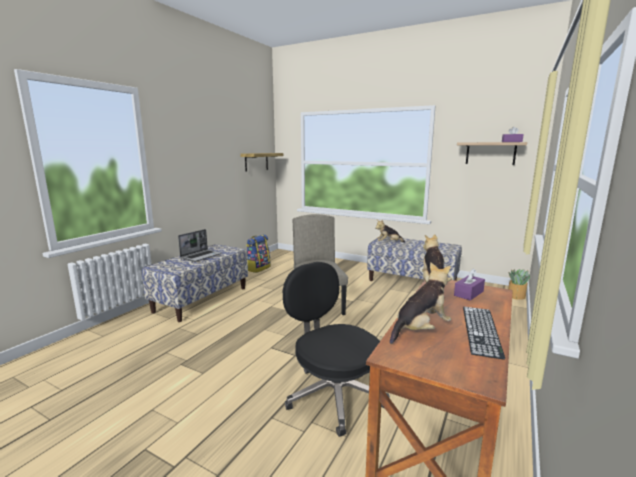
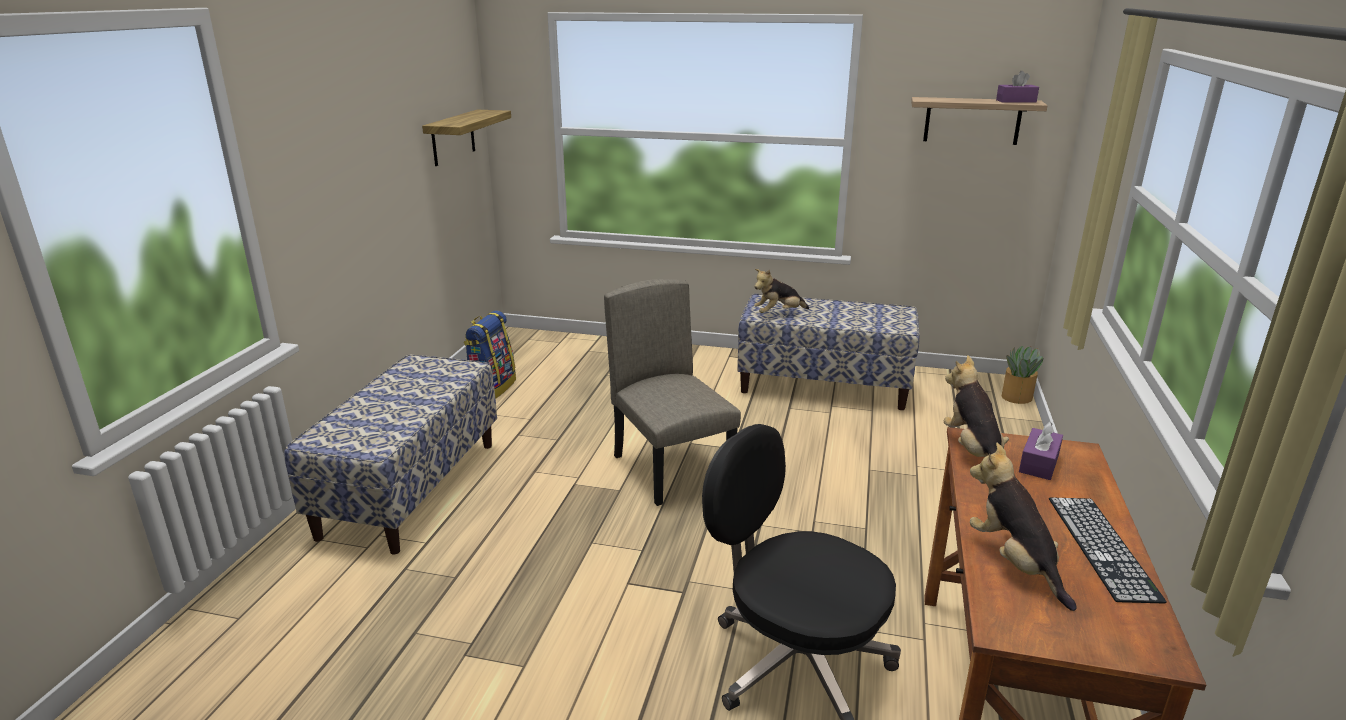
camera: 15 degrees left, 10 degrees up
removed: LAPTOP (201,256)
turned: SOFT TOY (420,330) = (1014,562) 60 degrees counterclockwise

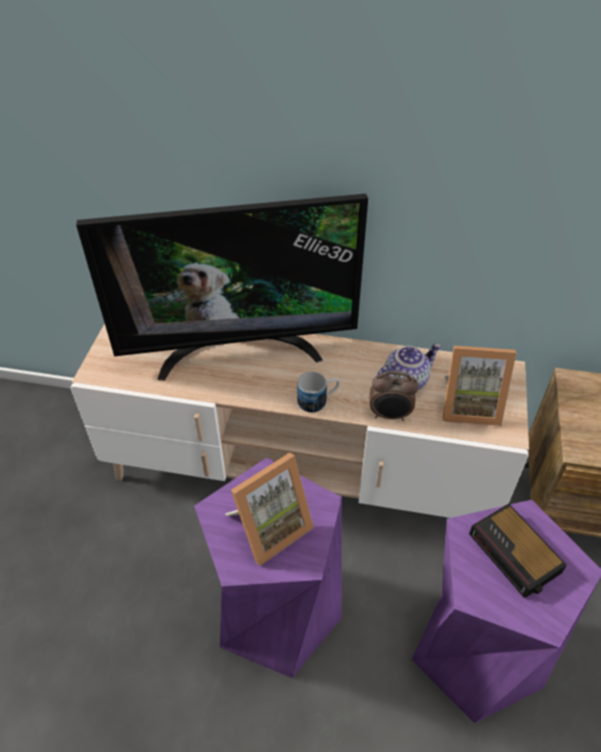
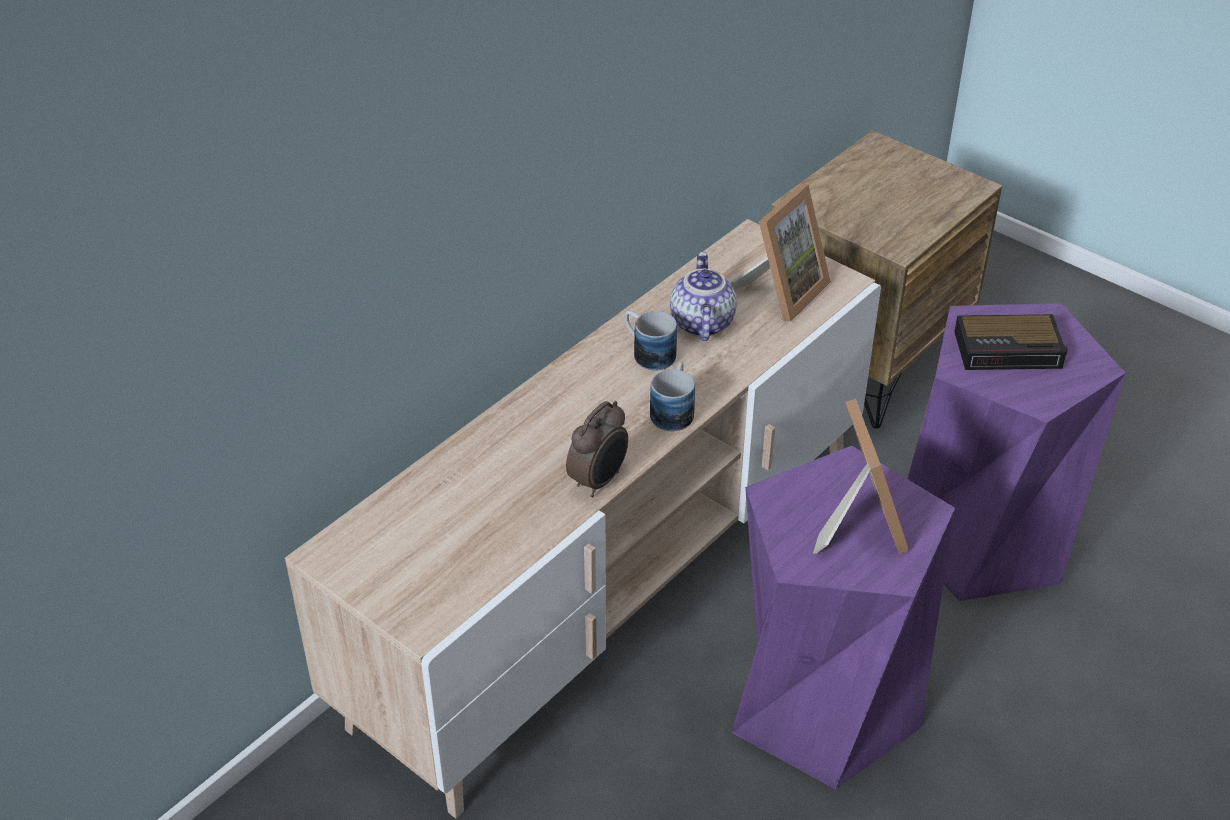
camera: 60 degrees left, 5 degrees down
removed: TELEVISION (238,349)
added: MUG (647,353)
moved: TABLE CLOCK (390,415) to (599,481)

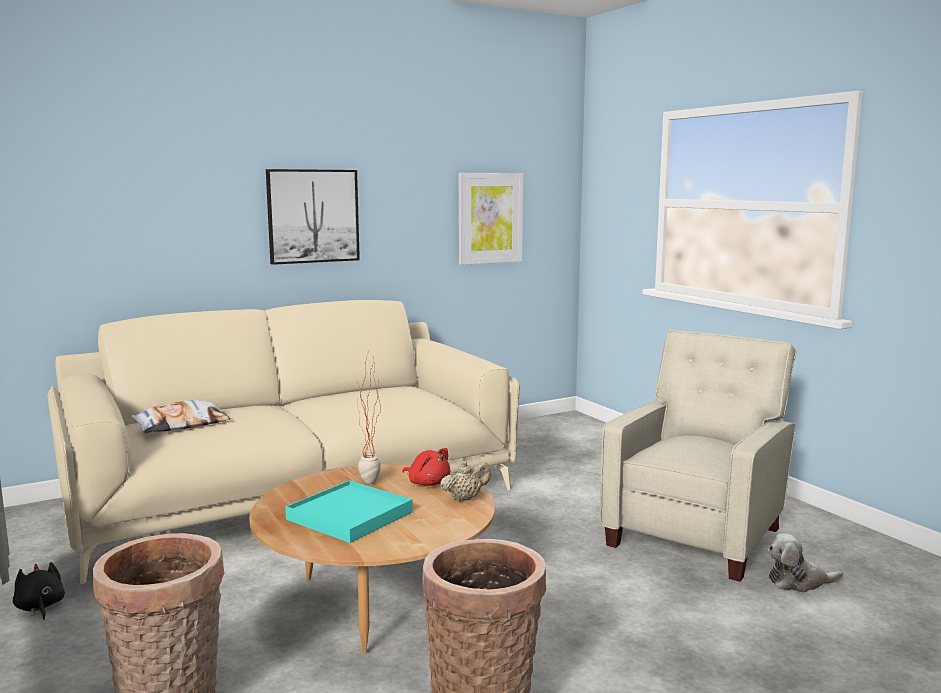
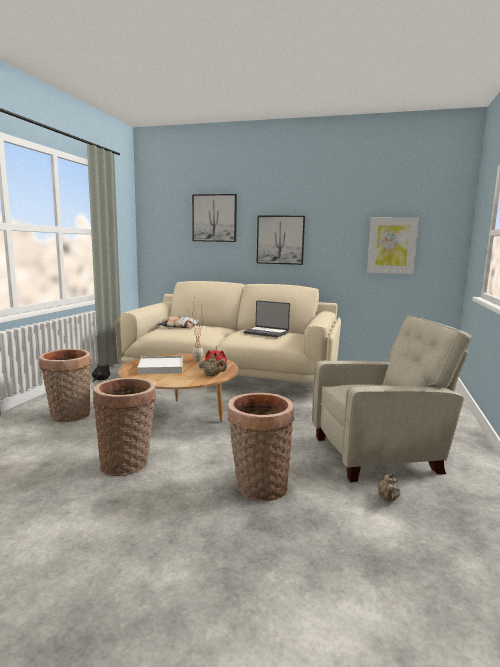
camera: 45 degrees right, 0 degrees up
added: WALL PICTURE (214,218); LAPTOP (266,333); STORAGE BASKET (258,488)
replaced: SOFT TOY (798,582) to SAND-COLOURED TEAPOT (388,499)
recoloured: BLUE-GREEN TRAY (349,516) to WHITE-COLOURED TRAY (161,367)

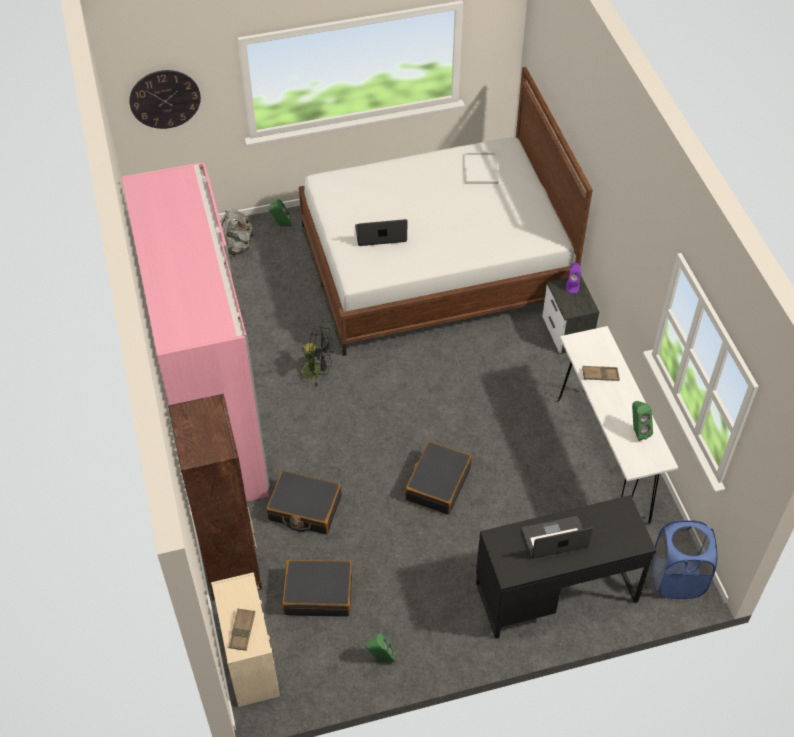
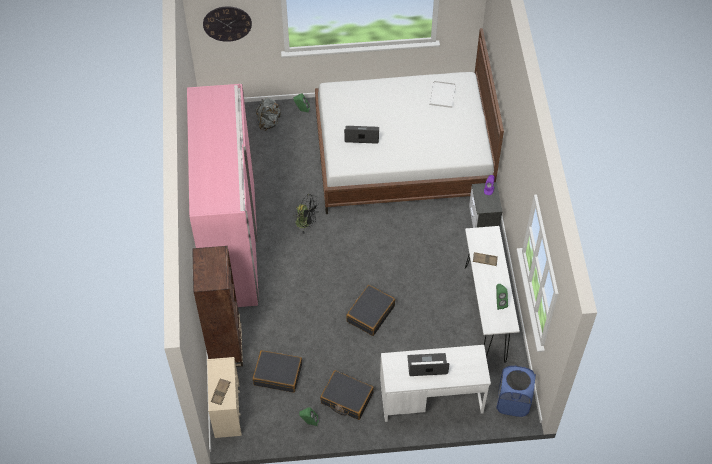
camera: 10 degrees right, 5 degrees up
moved: BLACK PIECE OF LUGGAGE (304,508) to (346,398)
recoloured: BLACK DESK UNIT (556,592) to WHITE-COLOURED DESK UNIT (431,398)

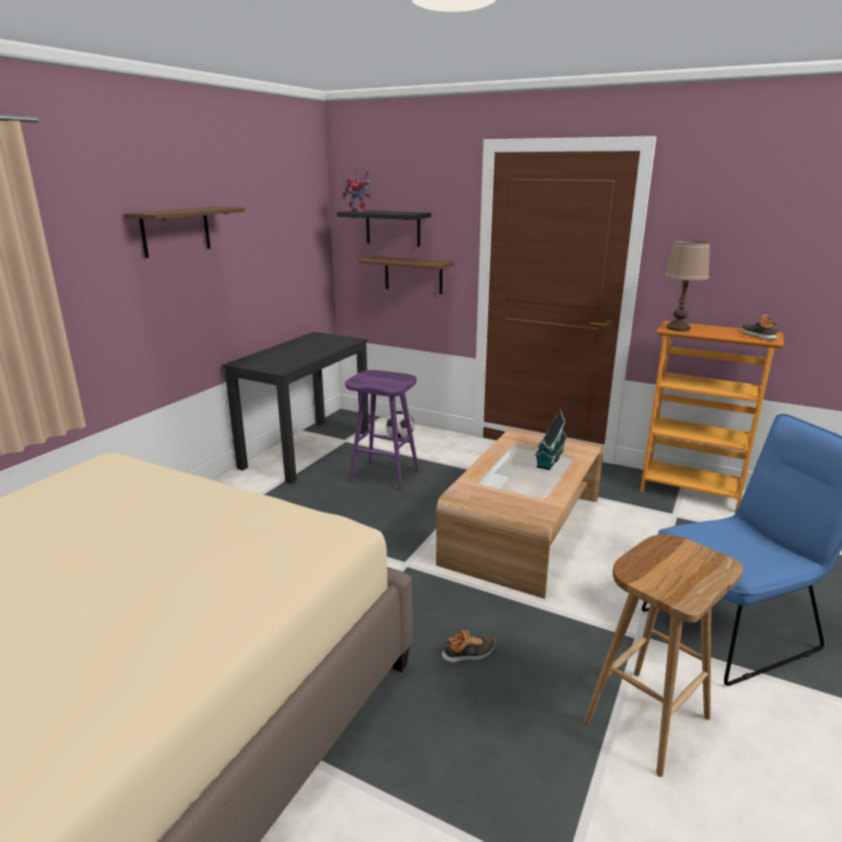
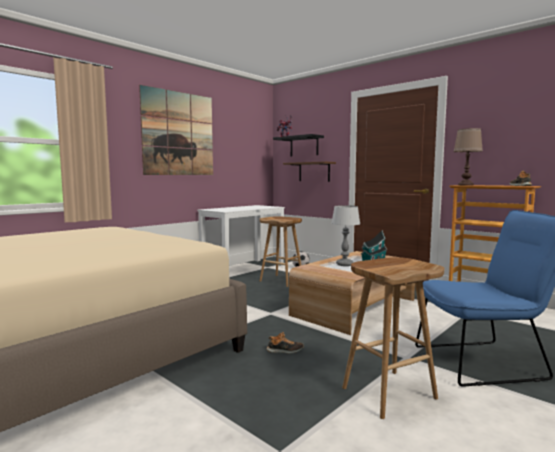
camera: 15 degrees right, 15 degrees down
added: LAMP FOR A TABLE (344,264)
replaced: BROWN SHELF (176,231) to WALL PICTURE (178,134)
recoloured: BLACK DESK UNIT (307,449) to WHITE-COLOURED DESK UNIT (243,268); PURPLISH STOOL SEAT (385,475) to BROWN STOOL SEAT (282,280)

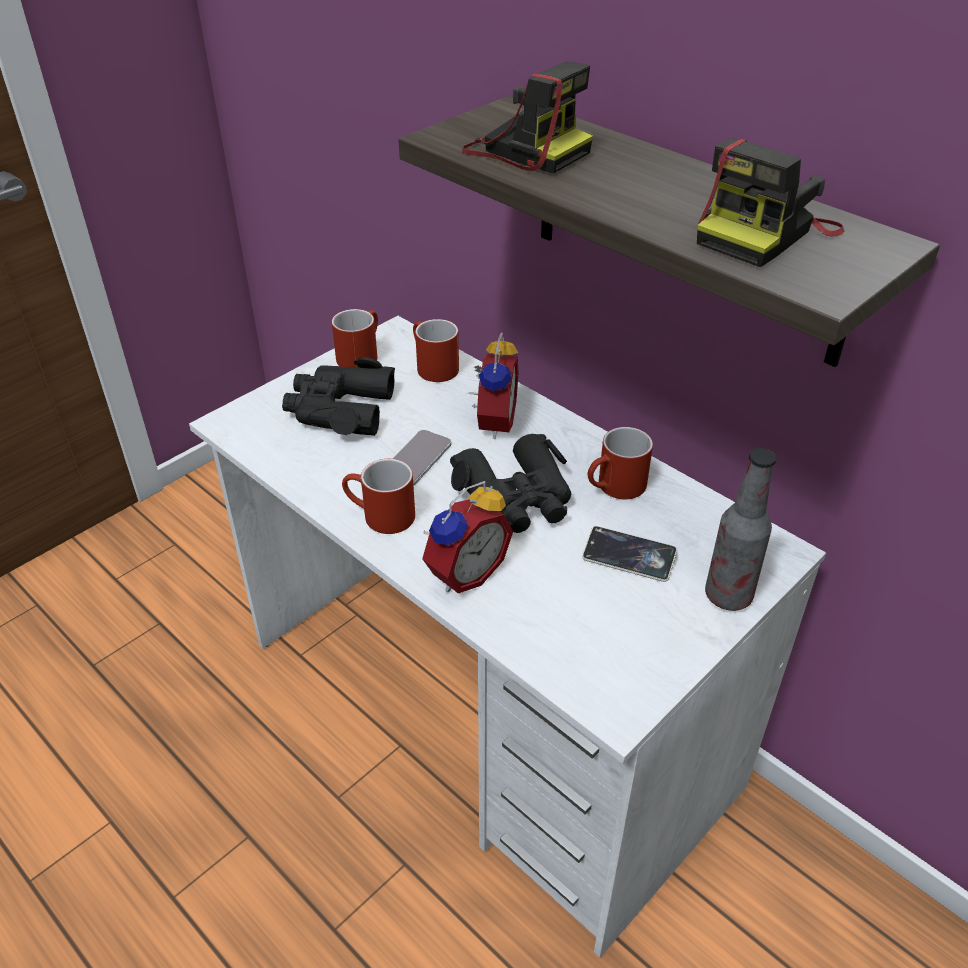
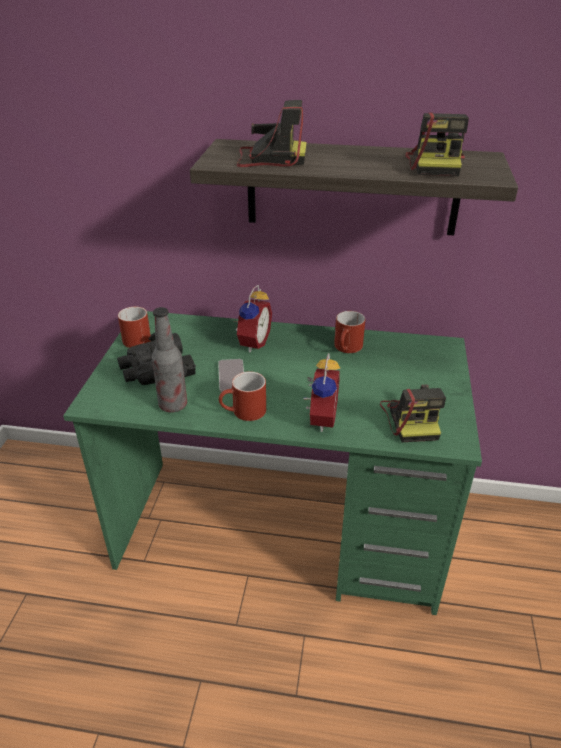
camera: 35 degrees left, 5 degrees down
removed: RED-COLOURED MUG (431,367); BLACK BINOCULARS (517,497); TELEPHONE (628,558)
added: STILL CAMERA (412,418)
moved: BOTTLE (728,596) to (173,405)
recoloured: WHITE-COLOURED DESK UNIT (487,714) to GREENISH DESK UNIT (281,532)
turned: TABLE CLOCK (492,422) = (252,343) 45 degrees clockwise

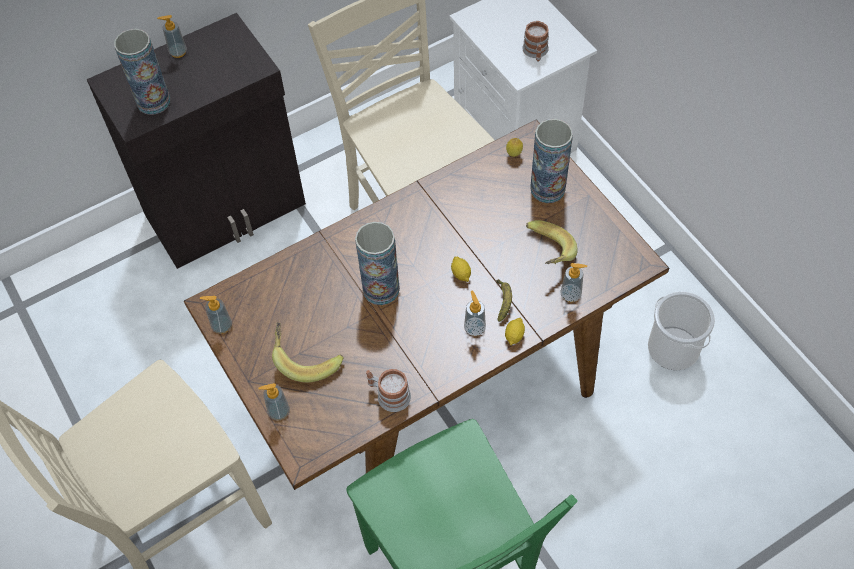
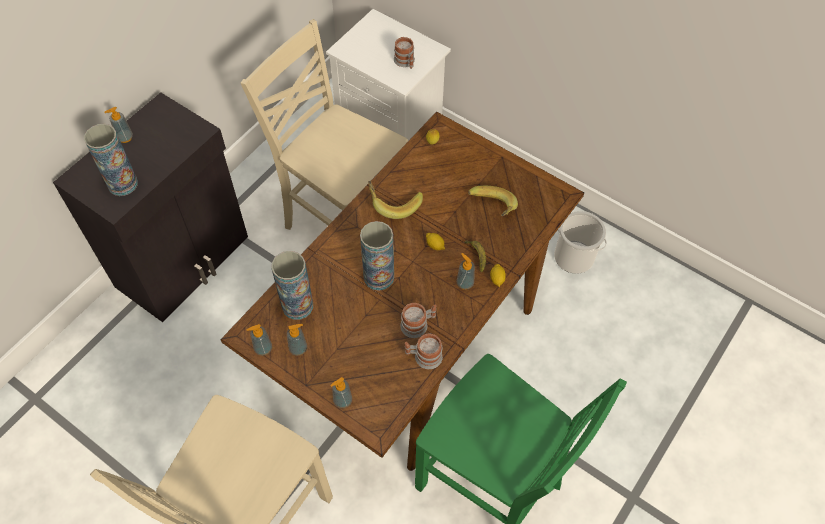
camera: 25 degrees left, 0 degrees up
added: MUG (418,324)
moved: FLOWER VASE (547,189) to (297,306); SOAP BOTTLE (570,295) to (298,348); WHOLE BANANA (306,358) to (394,203)

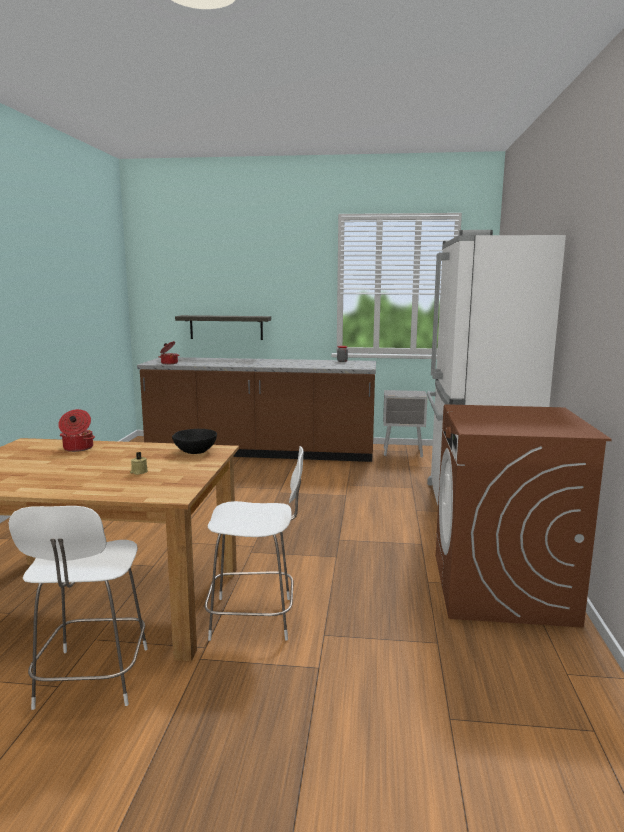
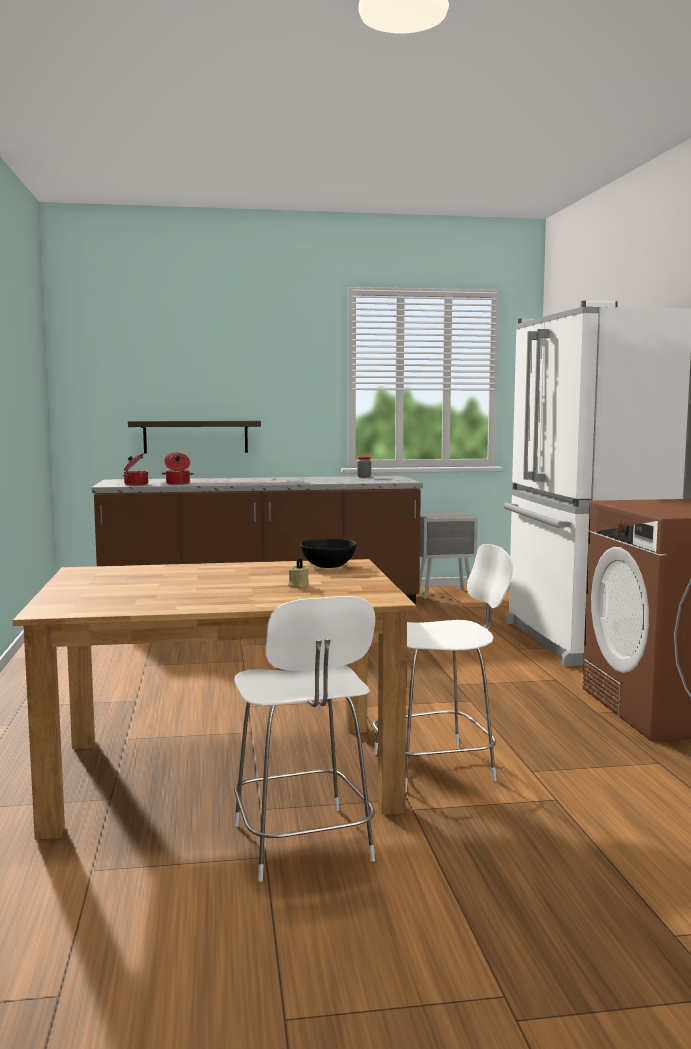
camera: 15 degrees left, 5 degrees down
moved: STOCKPOT (77,448) to (177,484)

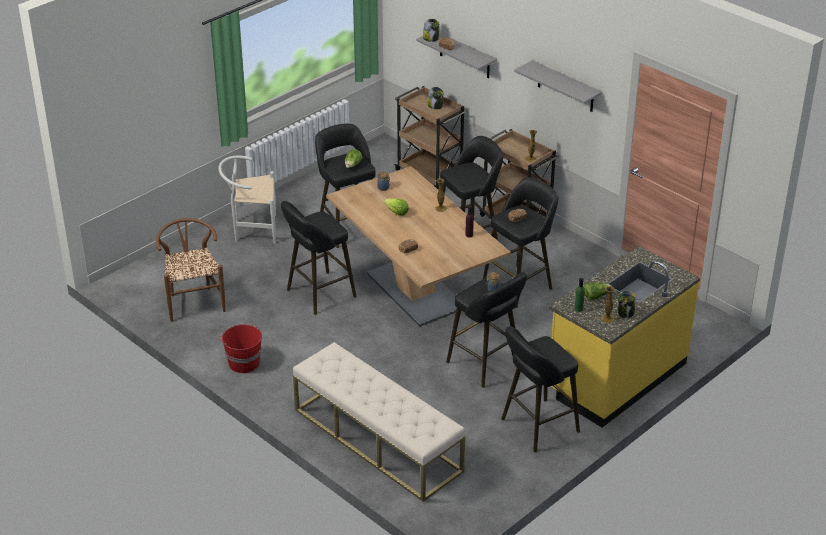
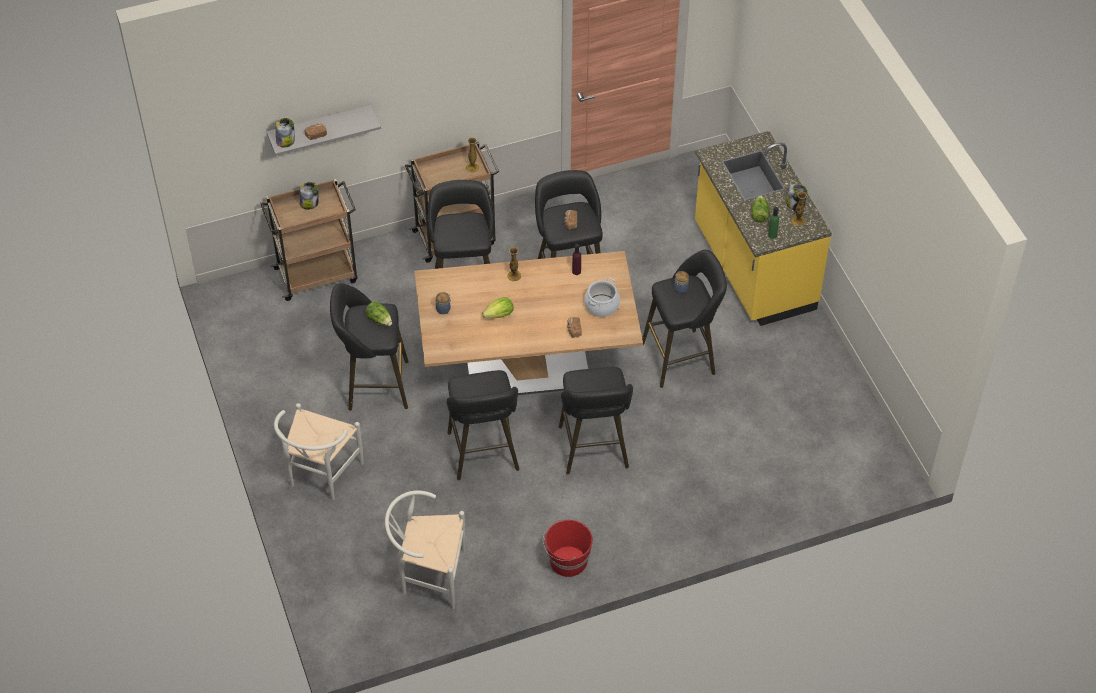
camera: 65 degrees left, 15 degrees up
removed: GRAY SHELF (565,87); SAND-COLOURED INDOOR BENCH (377,440)
added: STOCKPOT (601,305)
moved: BLACK STOOL SEAT (536,427) to (594,451)
recoloured: BROWN UPRIGHT CHAIR (193,301) to WHITE-COLOURED UPRIGHT CHAIR (428,575)

